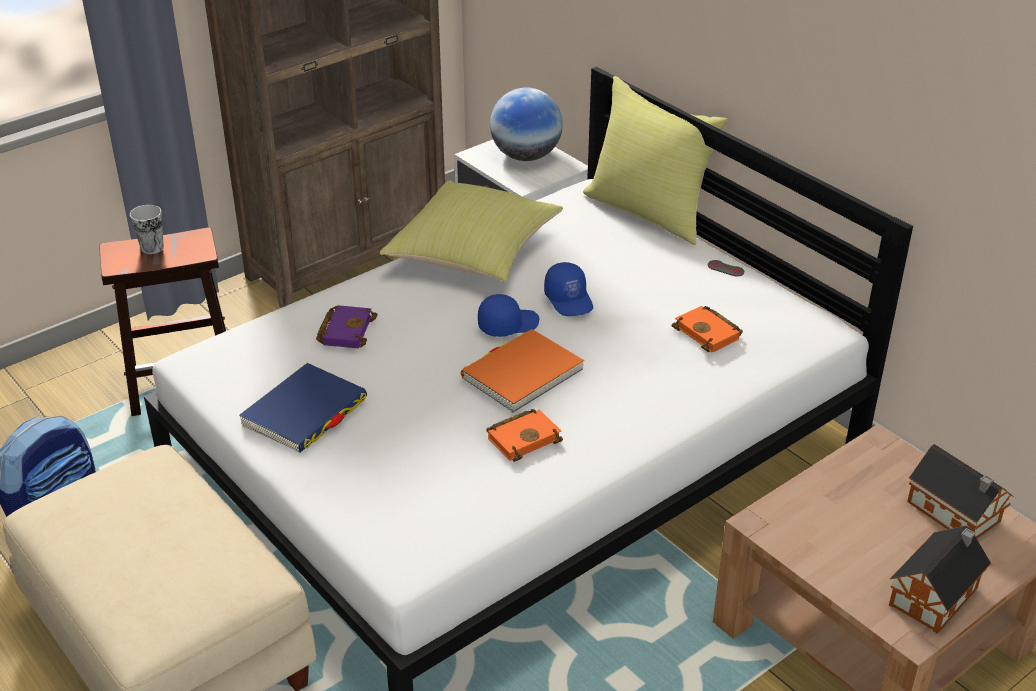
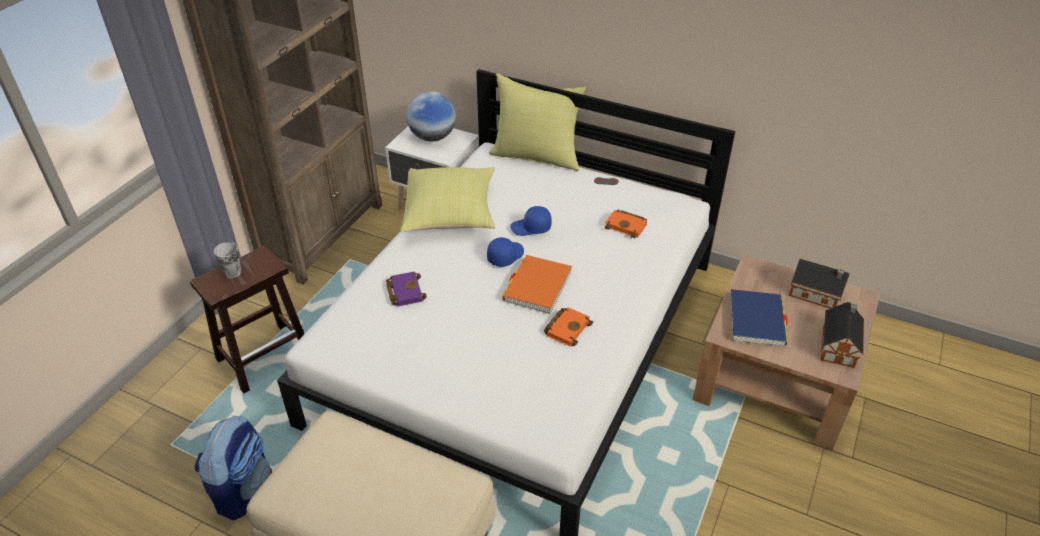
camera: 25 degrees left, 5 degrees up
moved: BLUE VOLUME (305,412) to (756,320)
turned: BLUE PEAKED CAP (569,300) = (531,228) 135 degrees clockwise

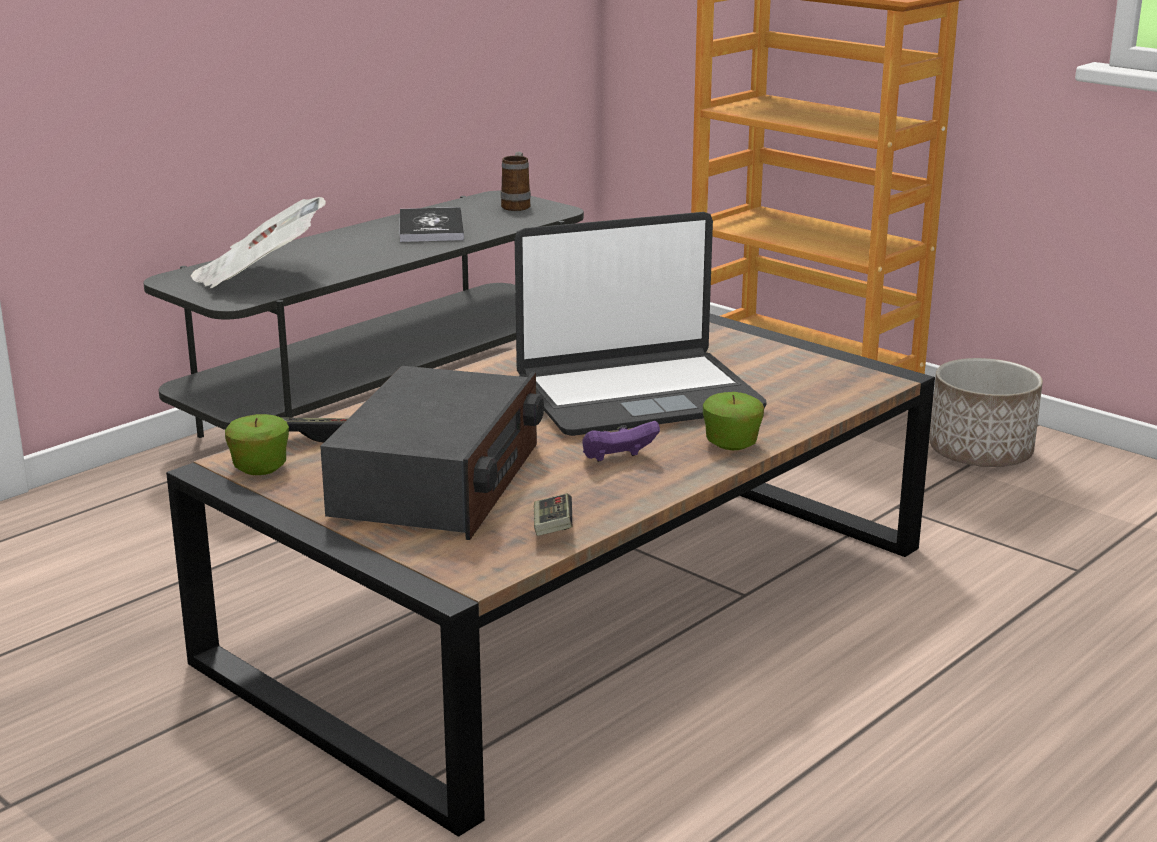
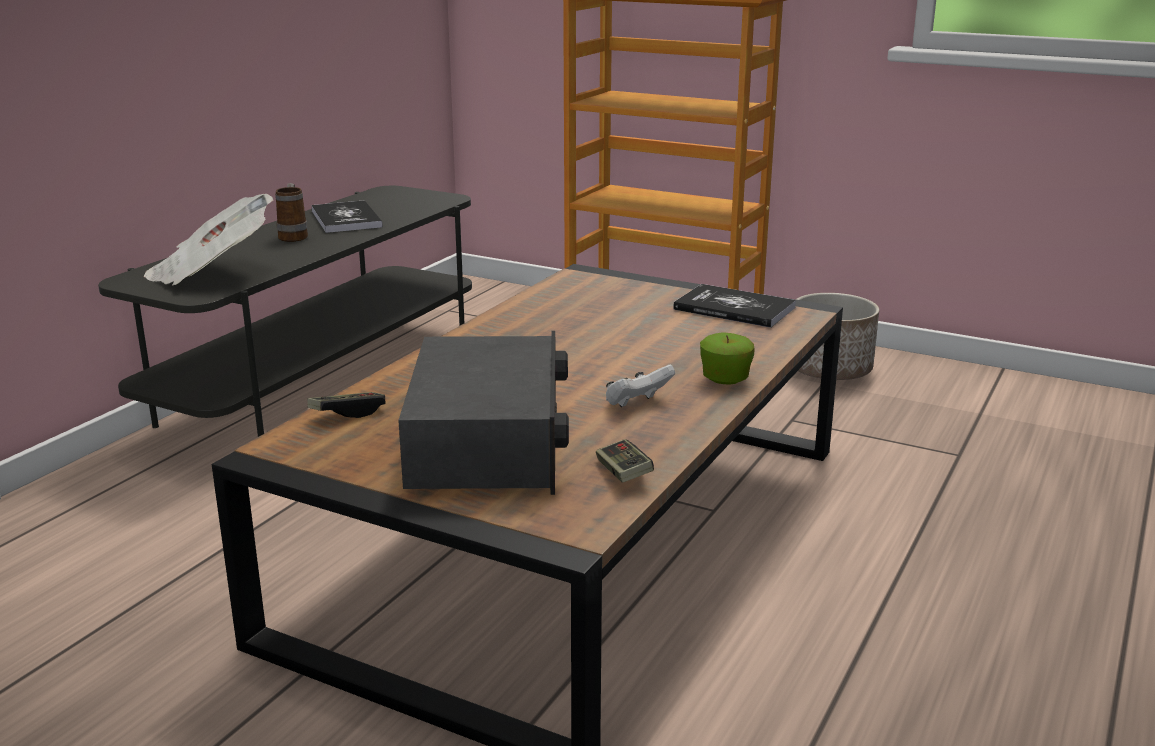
camera: 15 degrees left, 0 degrees up
removed: LAPTOP (637,395); WHOLE APPLE (260,468)
added: VOLUME (734,308)
moved: MUG (517,205) to (294,236)
recoloured: PURPLISH JOYPAD (617,459) to WHITE-COLOURED JOYPAD (637,403)

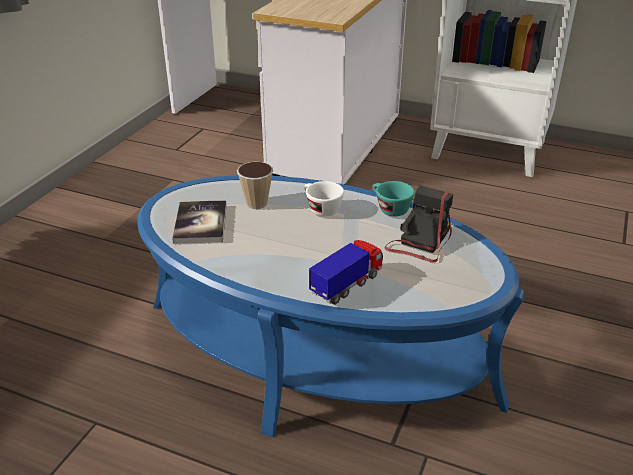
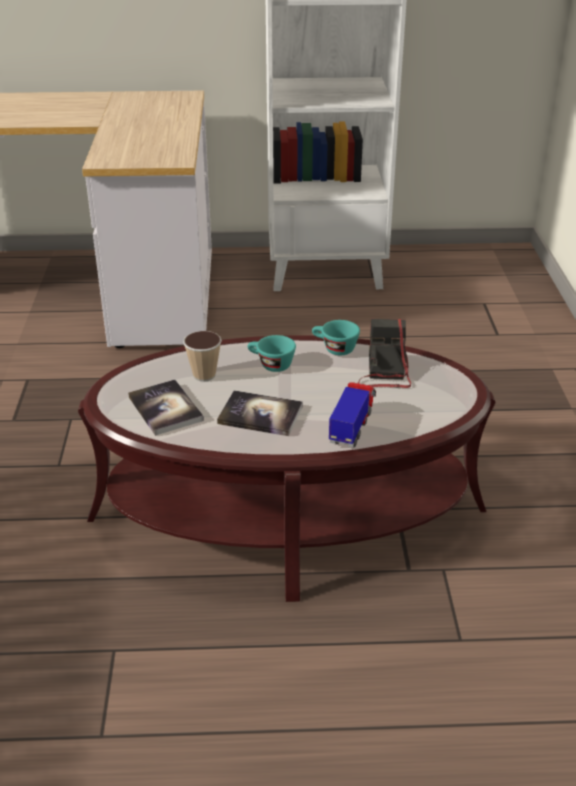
camera: 25 degrees left, 0 degrees up
added: VOLUME (260,415)
recoloured: BLUE COFFEE TABLE (316,352) to BROWN COFFEE TABLE (288,513); WHITE-COLOURED SMALL CUP (320,209) to BLUE-GREEN SMALL CUP (270,365)

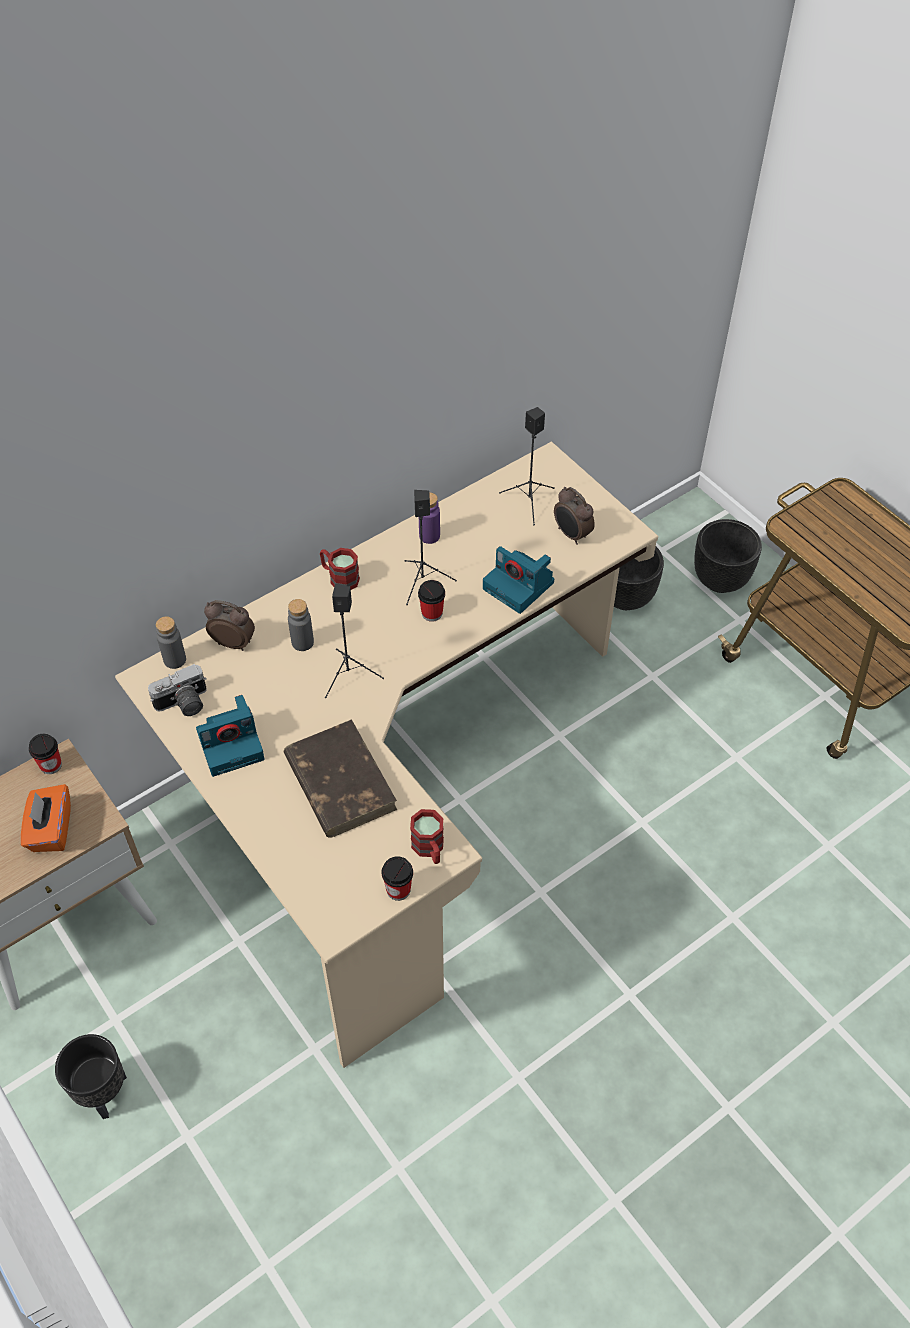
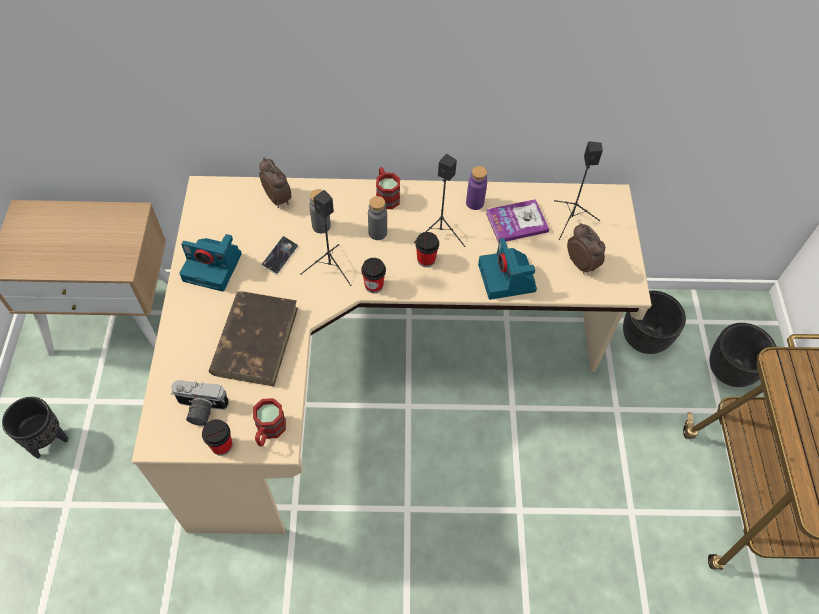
camera: 35 degrees right, 5 degrees up
removed: ORANGE-COLOURED BOX OF TISSUES (51,830)
added: VOLUME (516,222); TELEPHONE (280,257)
moved: GRAY BOTTLE (175,660) to (377,233); STILL CAMERA (183,704) to (200,409); SMALL CUP (51,765) to (374,285)
turned: TABLE CLOCK (571,535) = (581,264) 150 degrees clockwise

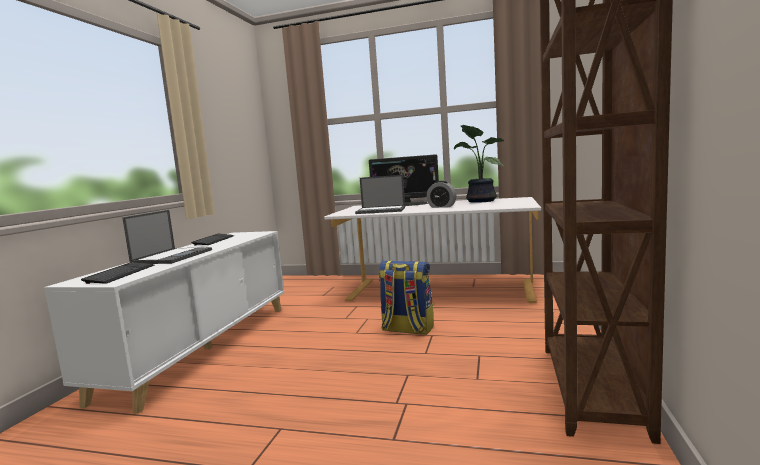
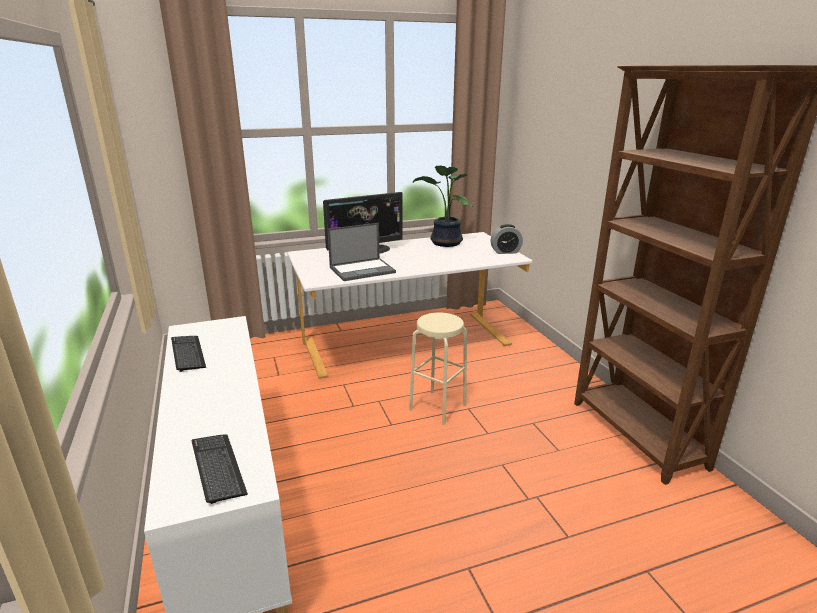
camera: 35 degrees left, 15 degrees up
removed: LAPTOP (173,256)
moved: TABLE CLOCK (442,206) to (505,252)
replaced: BACKPACK (407,329) to SAND-COLOURED STOOL SEAT (437,407)

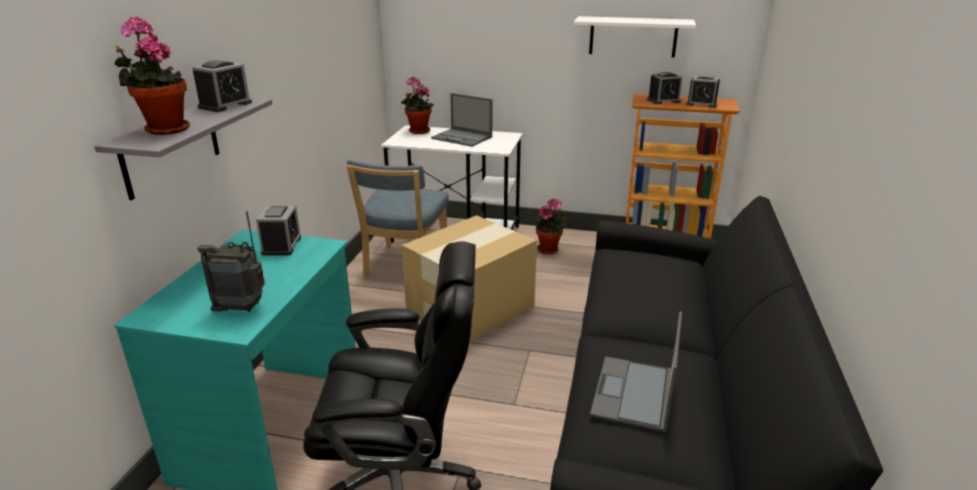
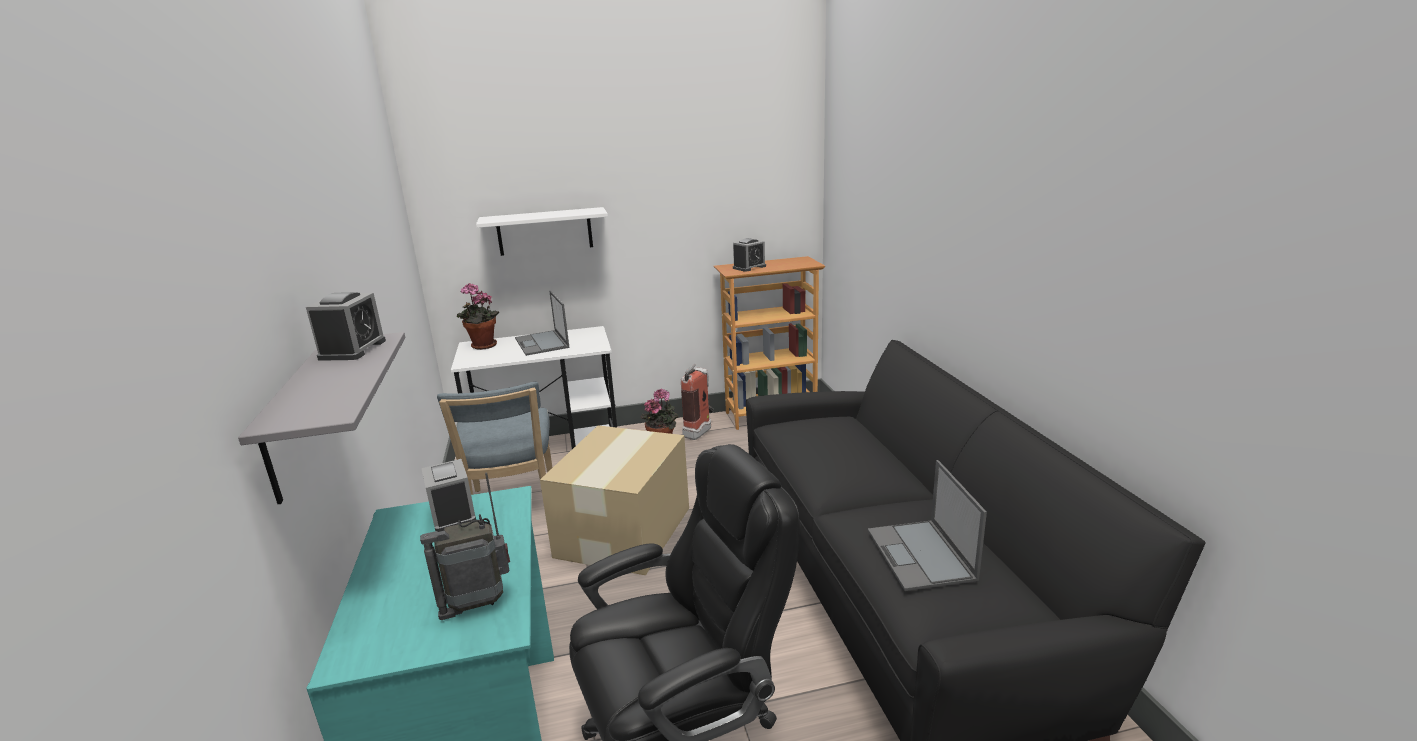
camera: 25 degrees left, 5 degrees down
removed: PLANT IN A POT (164,129); TABLE CLOCK (701,104)
added: FIRE-FIGHTING CYLINDER (700,431)
moved: WHITE-COLOURED SHELF (633,36) to (544,231)
turned: LAPTOP (462,138) = (542,343) 60 degrees clockwise

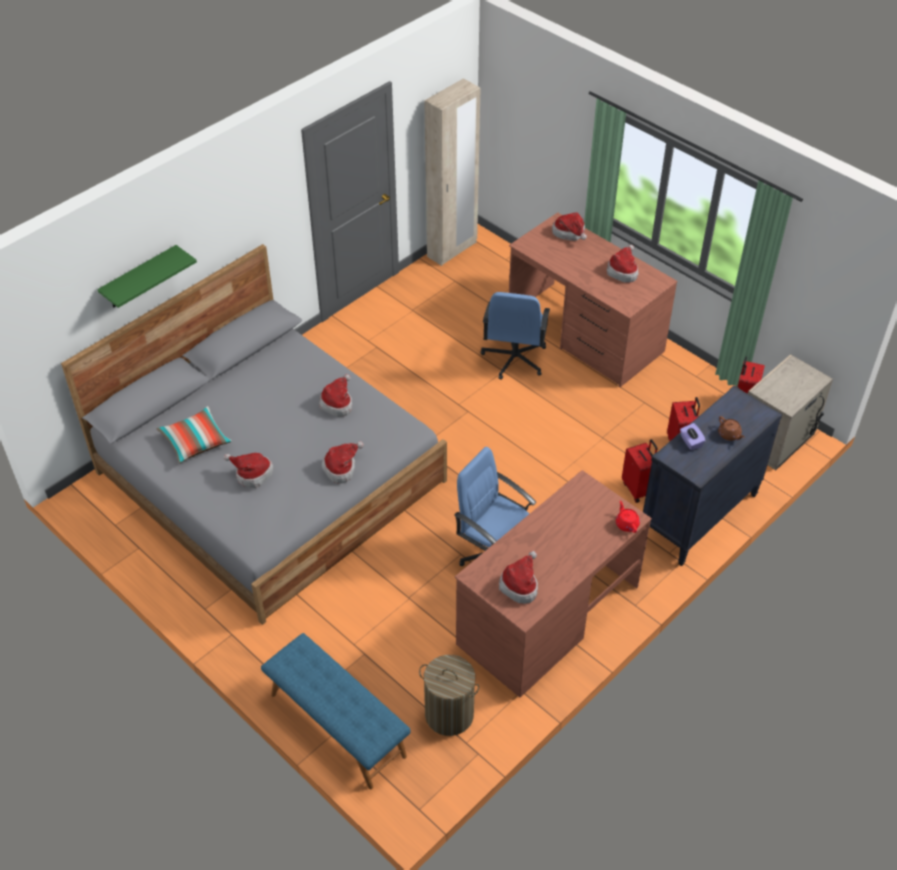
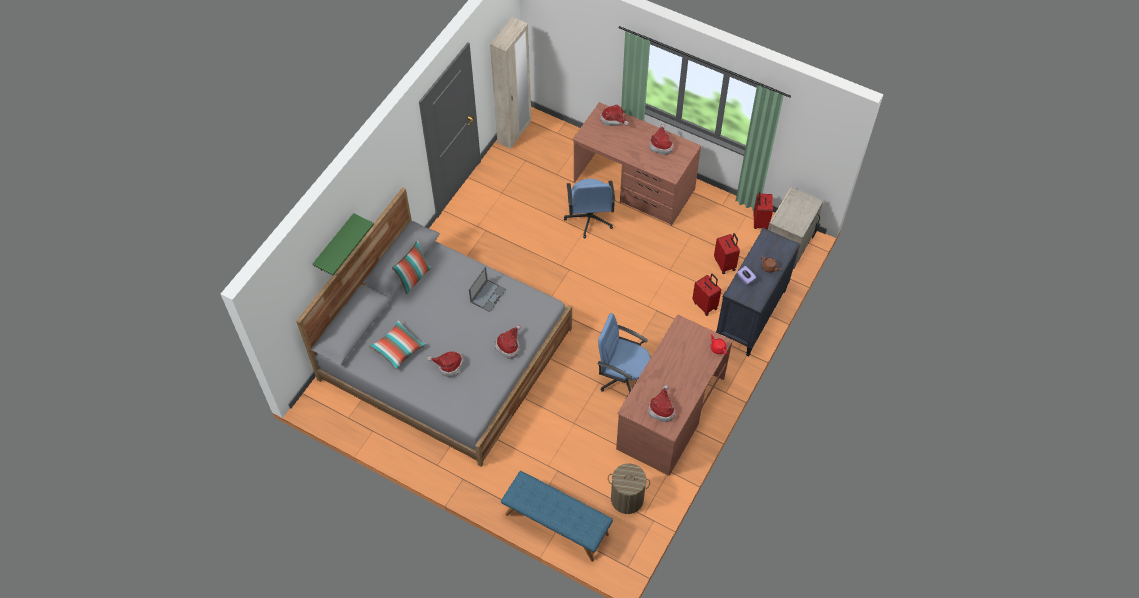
camera: 15 degrees left, 10 degrees up
added: CUSHION (414,278)
replaced: HAT (338,403) to LAPTOP (488,295)

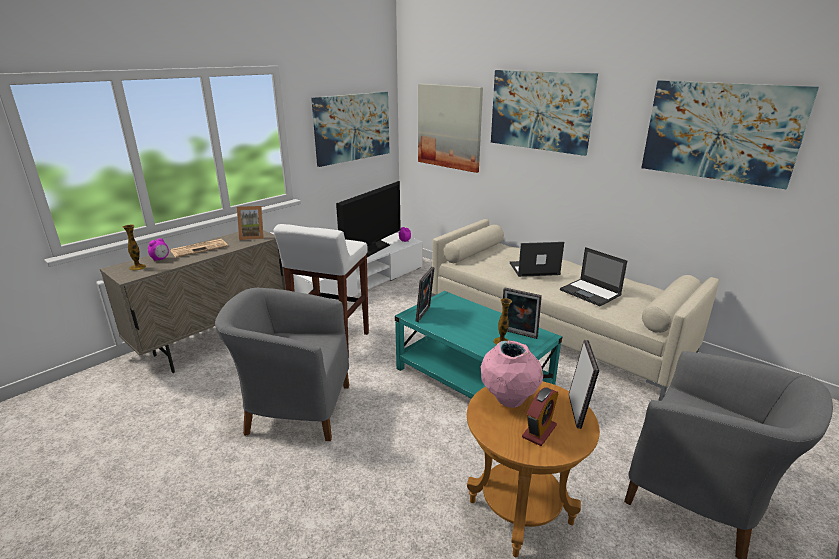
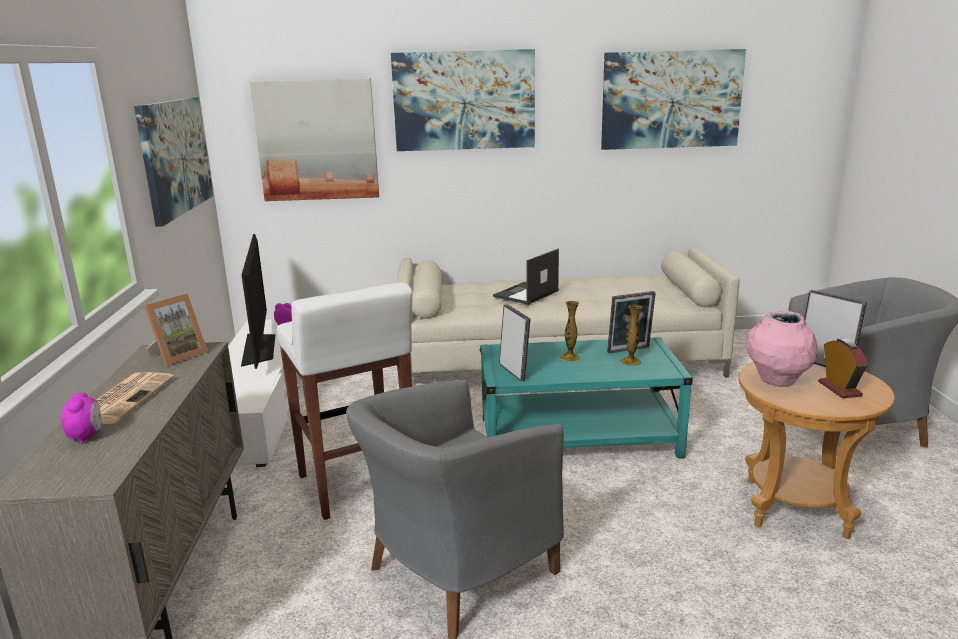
camera: 45 degrees left, 5 degrees down
removed: LAPTOP (591,293)
moved: FLOWER VASE (137,267) to (570,357)

